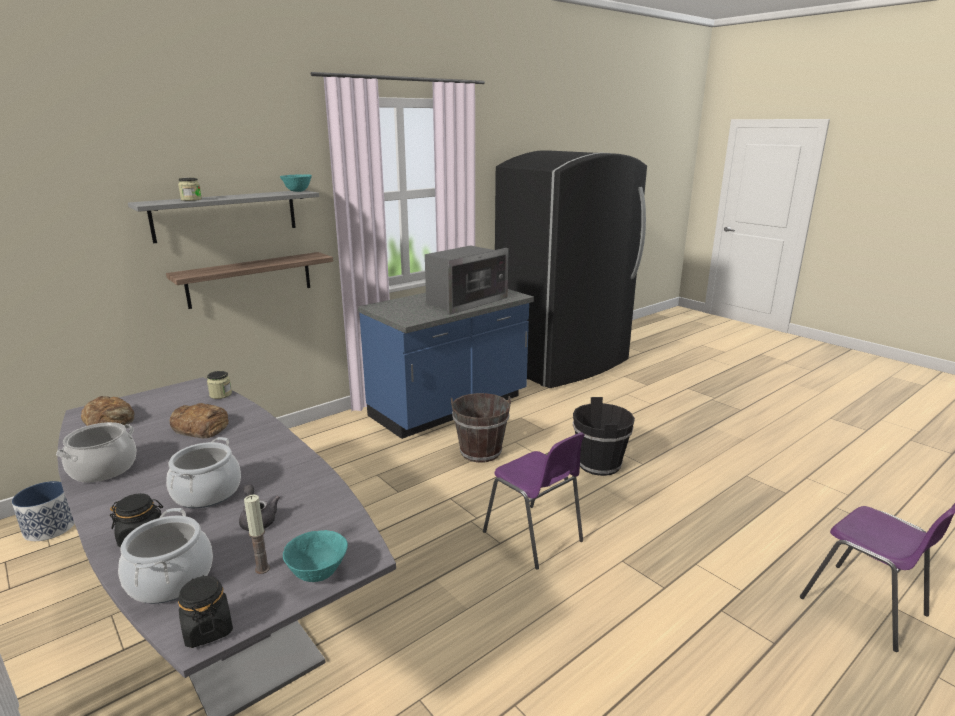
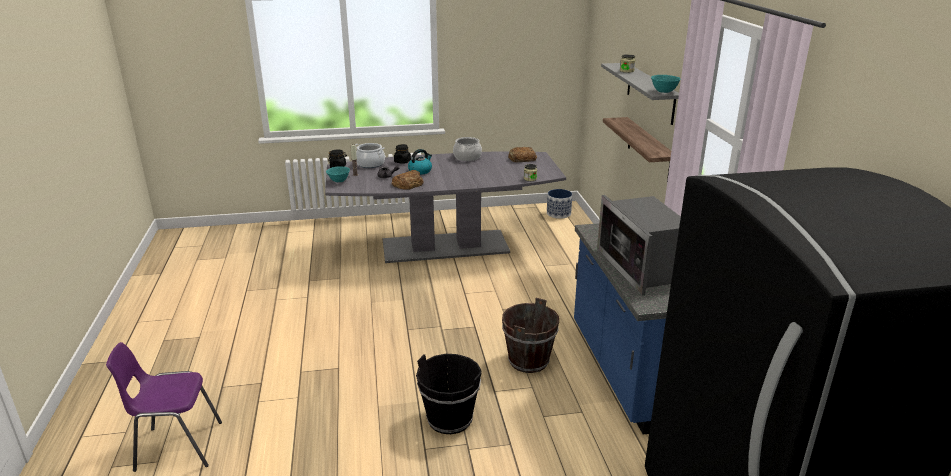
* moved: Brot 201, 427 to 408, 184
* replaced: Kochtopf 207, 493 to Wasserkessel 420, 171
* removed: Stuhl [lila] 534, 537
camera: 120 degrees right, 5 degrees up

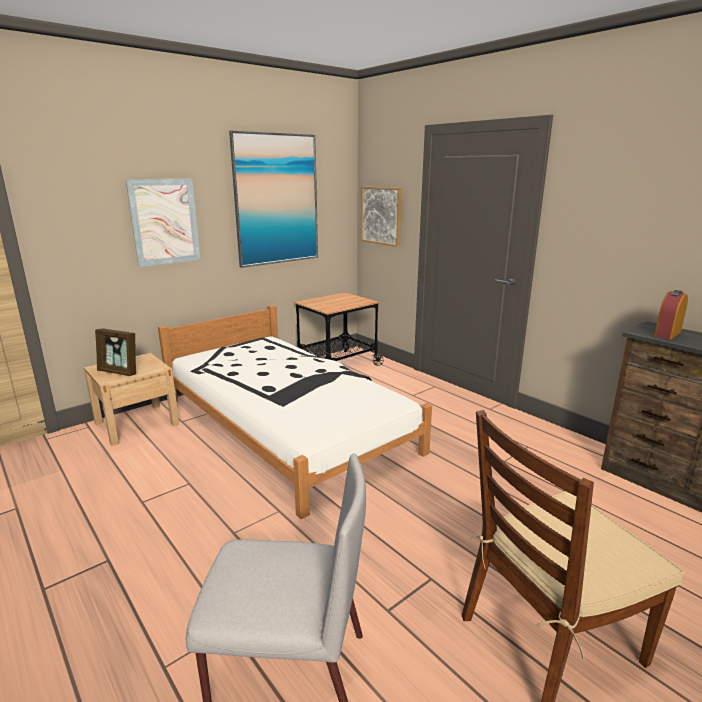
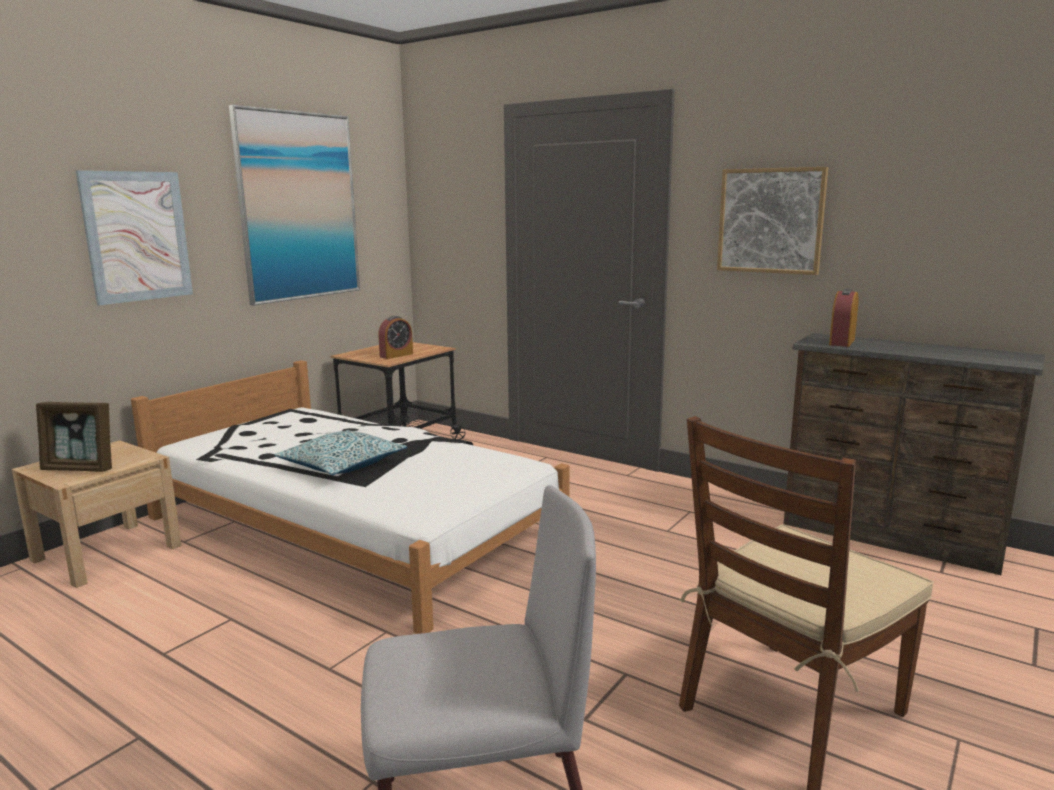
* added: Kissen 342, 465
* added: Wecker 396, 355
* moved: Bild 381, 215 to 770, 221
camera: 15 degrees left, 5 degrees down

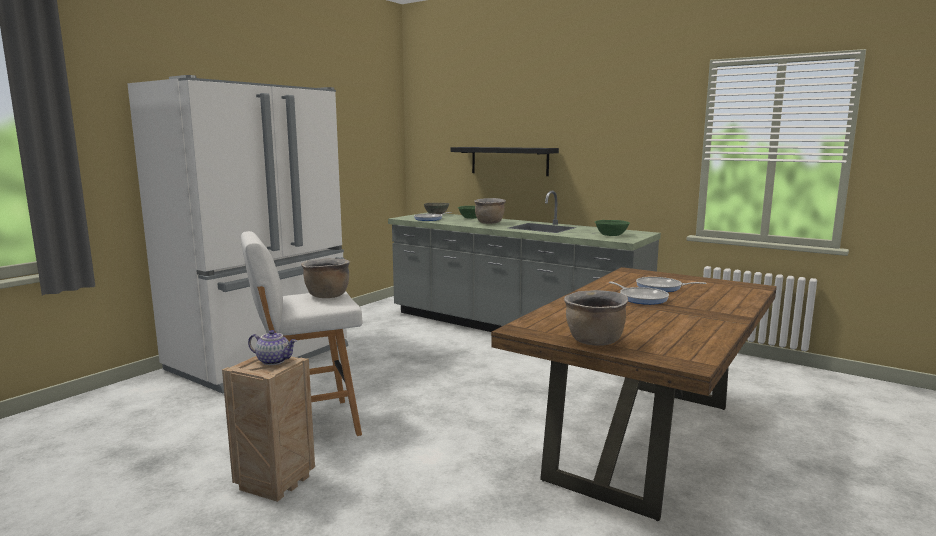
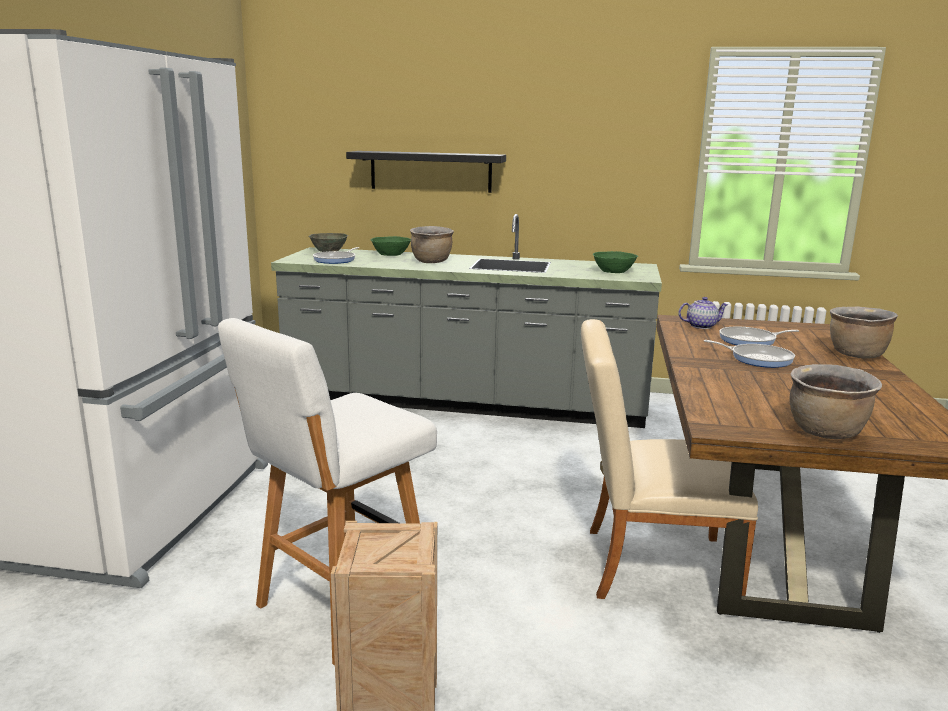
* added: Stuhl [beige] 647, 564
* moved: Teekanne 274, 361 to 701, 326
* moved: Kochtopf [braun] 327, 296 to 856, 355
camera: 25 degrees left, 5 degrees up

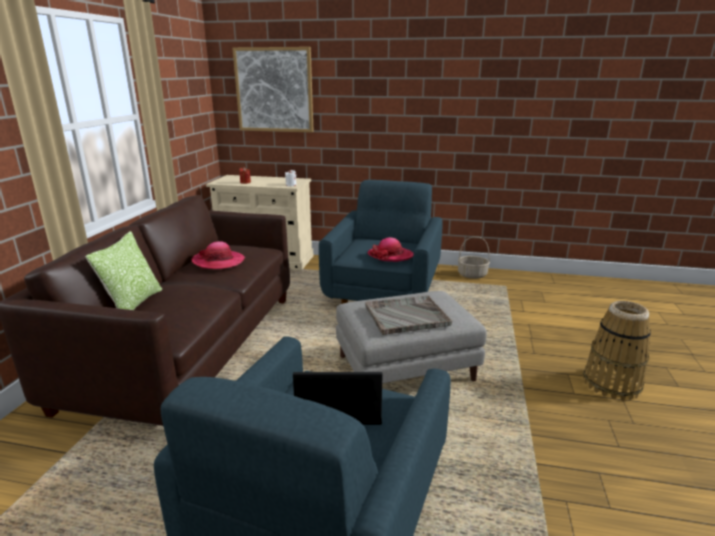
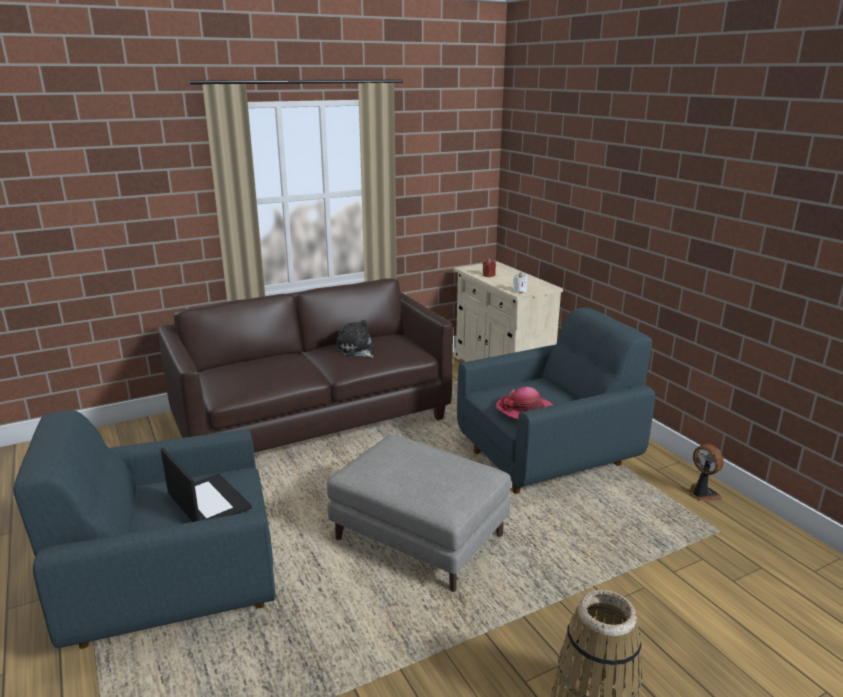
* replaced: Hut 218, 261 to Plüschtier 356, 350
* replaced: Korb 472, 275 to Ventilator 702, 494
* removed: Kissen 133, 304
* removed: Bild 274, 90
* removed: Tablett [grau] 406, 316
camera: 50 degrees right, 0 degrees up

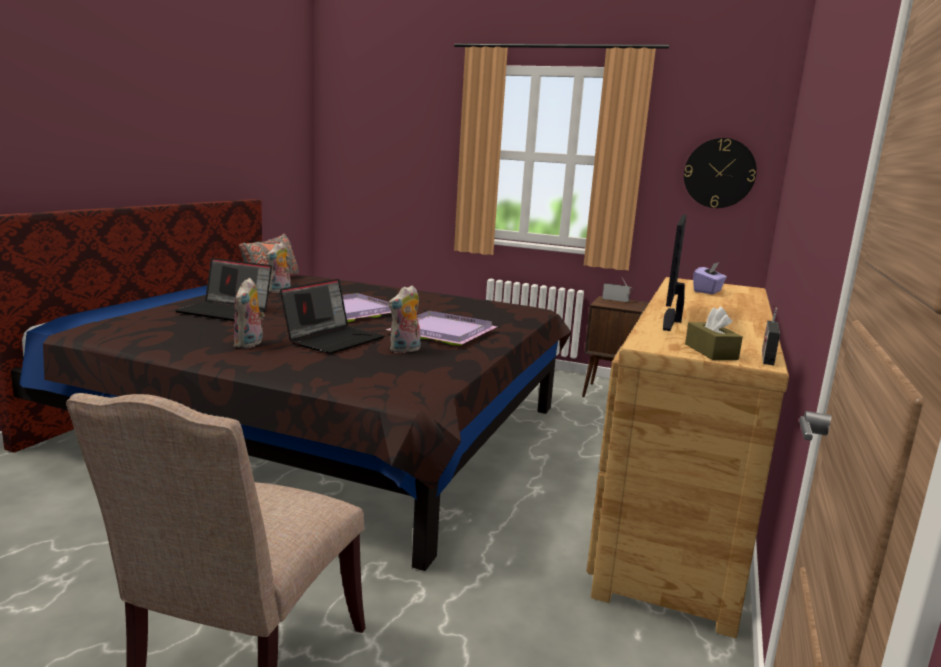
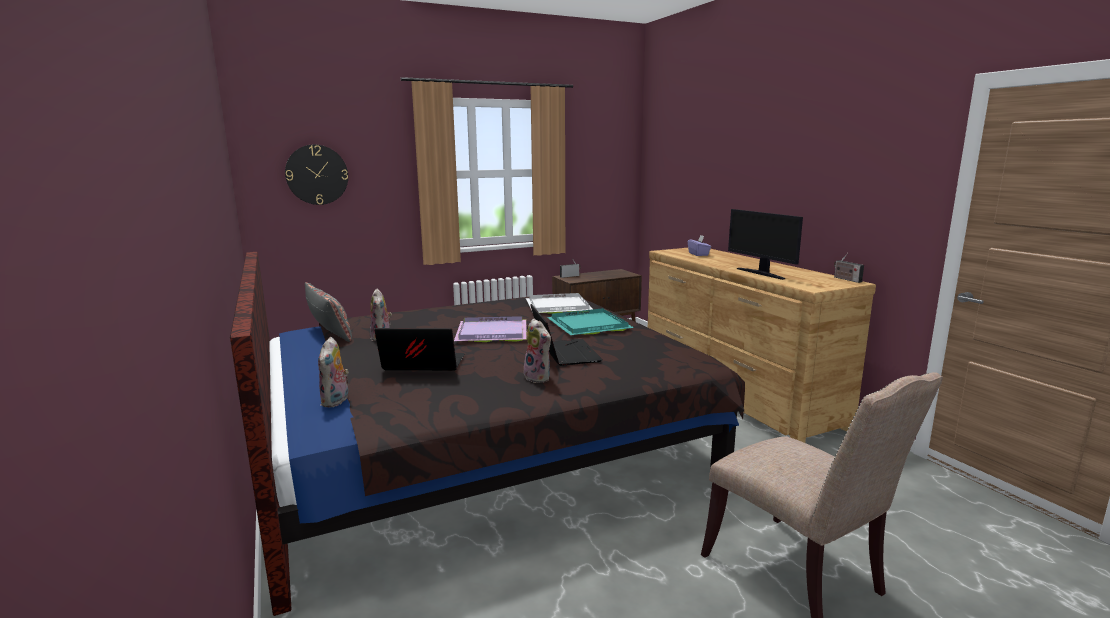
* moved: Wanduhr 719, 173 to 317, 174
* moved: Plüschtier 405, 350 to 336, 401
* turned: Laptop 226, 311 = 421, 366 150 degrees counterclockwise
* added: Tablett [weiß] 557, 306
* recoloured: Tablett [lila] 442, 331 to Tablett [türkis] 587, 325
* removed: Taschentuchbox [braun] 710, 351
camera: 45 degrees left, 0 degrees up

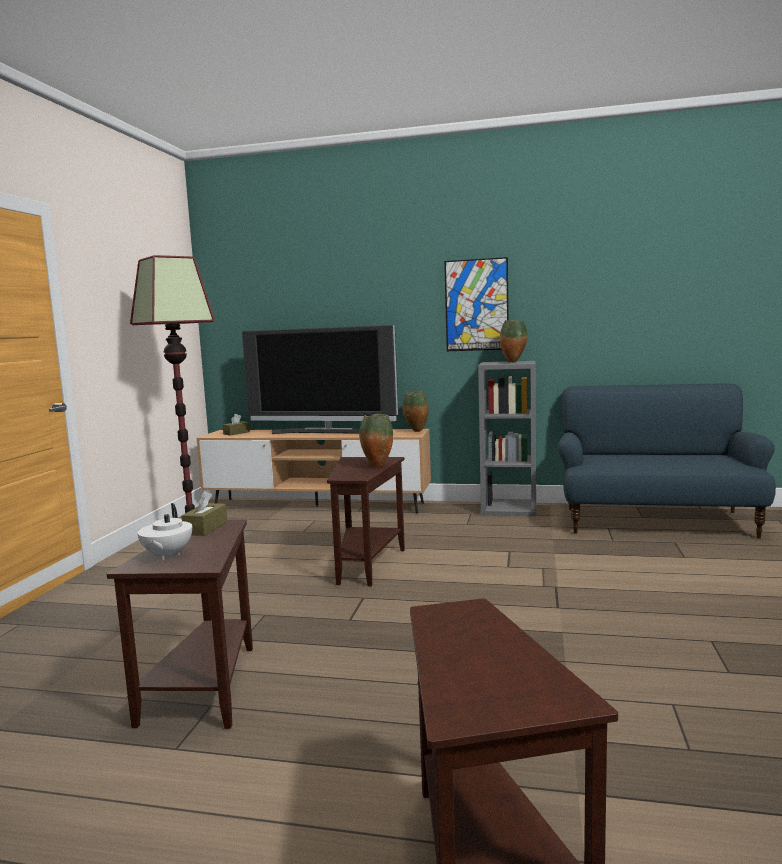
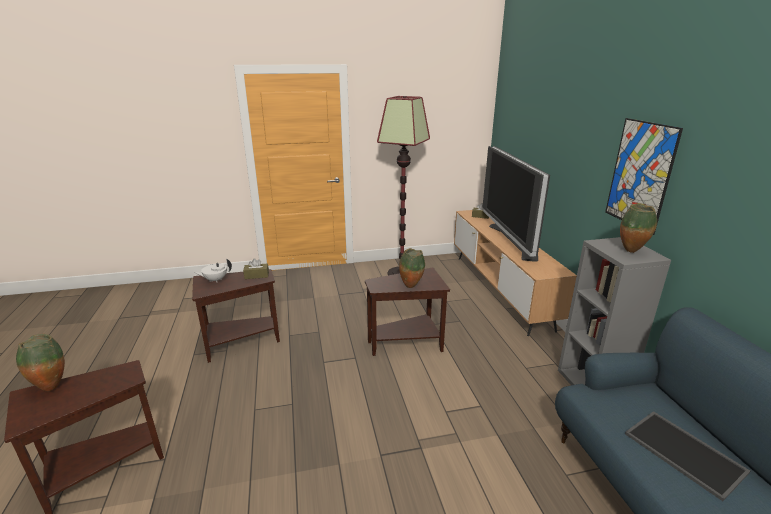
* moved: Vase 416, 431 to 51, 387
* added: Tablett 685, 452
camera: 65 degrees right, 15 degrees up

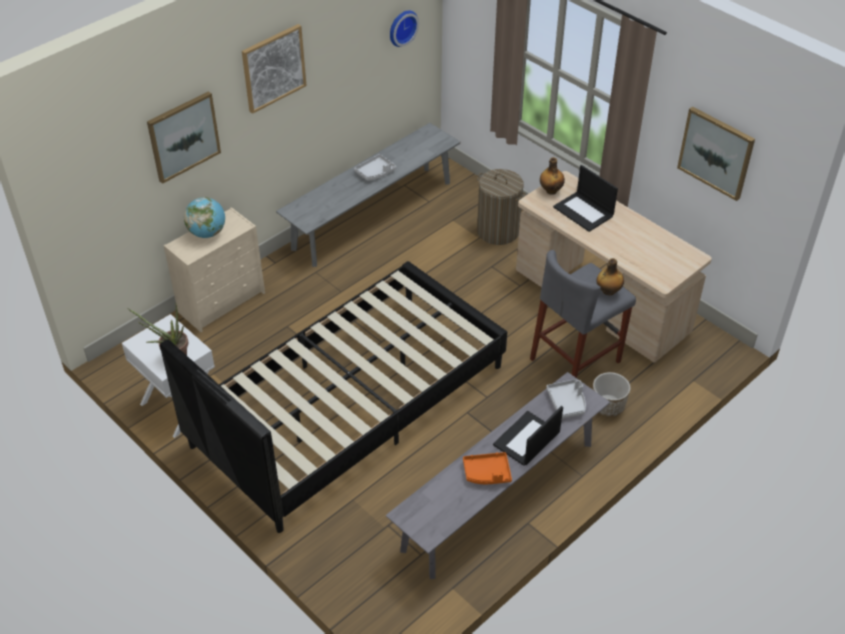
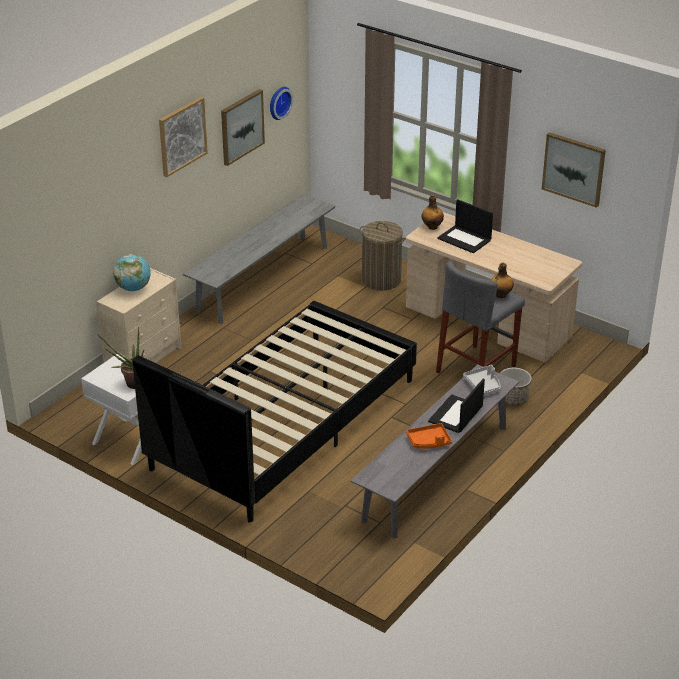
* moved: Bild 183, 136 to 241, 126
* removed: Tablett [grau] 375, 172
camera: 10 degrees left, 10 degrees down

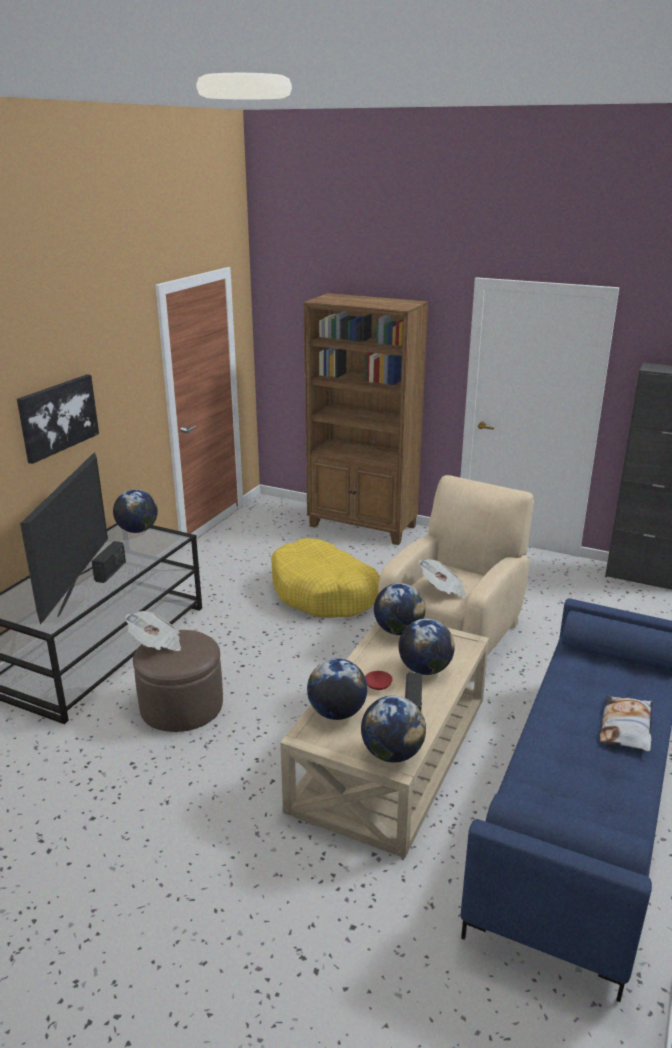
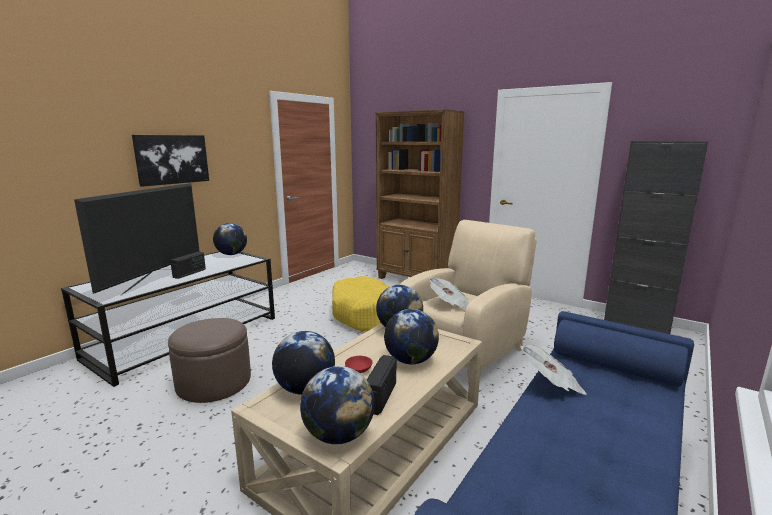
* moved: Zeitung 156, 644 to 551, 384
* removed: Kissen 626, 728
camera: 10 degrees right, 10 degrees down

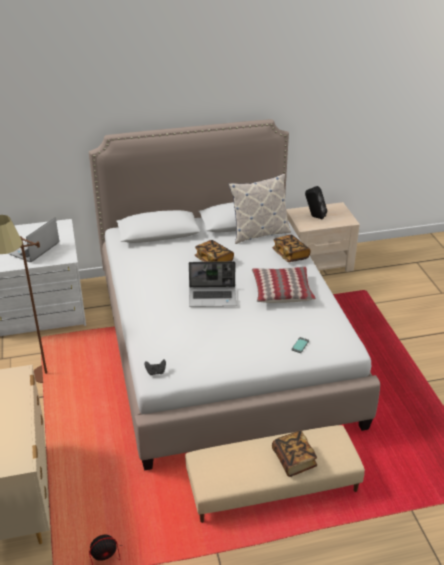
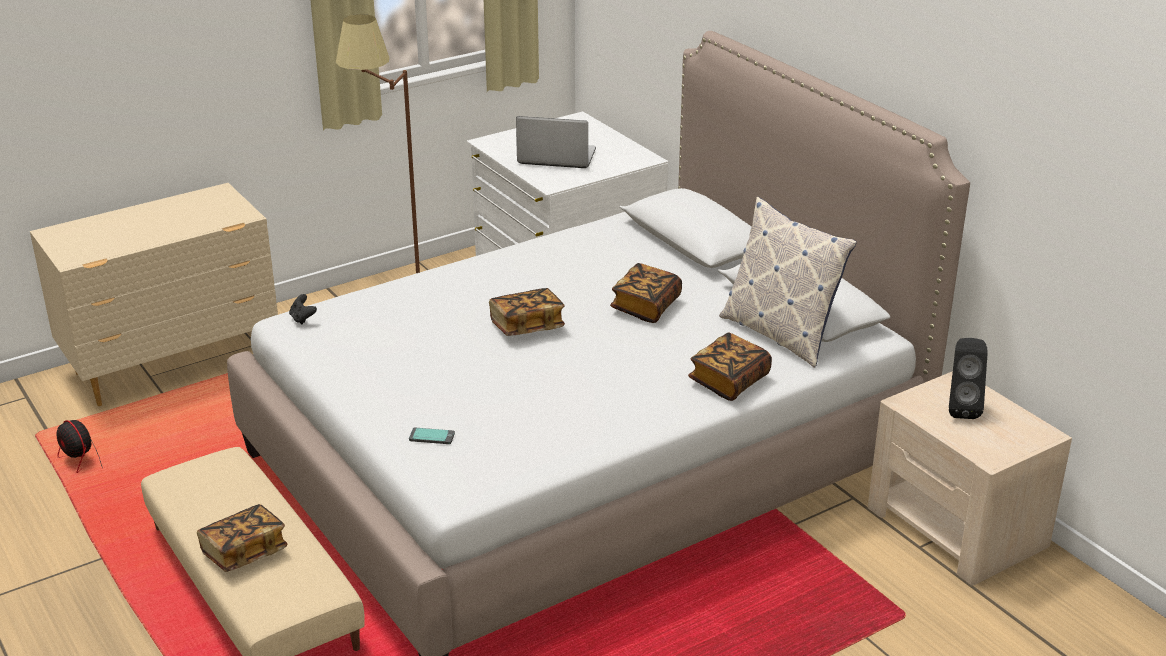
* replaced: Laptop 213, 297 to Buch 527, 326
* removed: Kissen 281, 291
camera: 70 degrees right, 5 degrees down

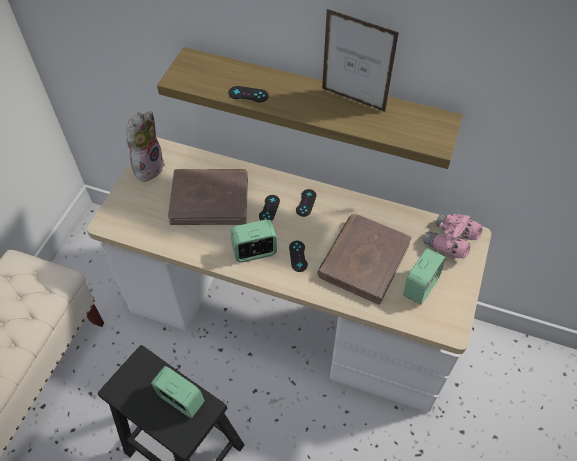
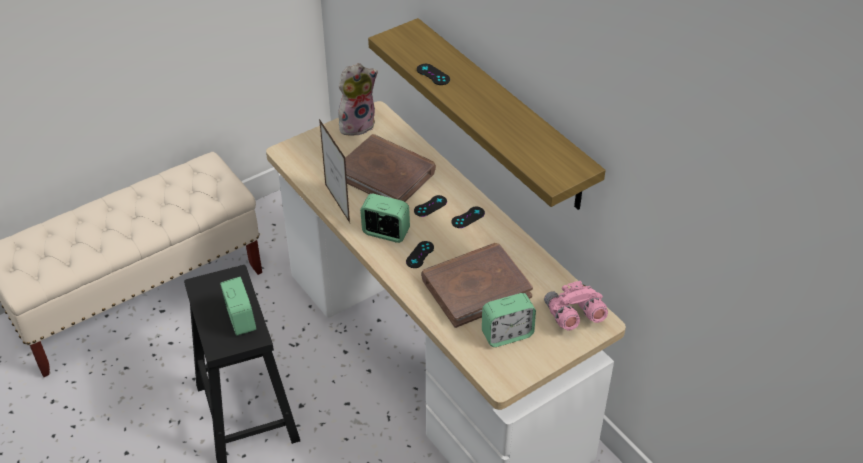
* moved: Bilderrahmen 353, 100 to 337, 203
camera: 35 degrees right, 10 degrees down

